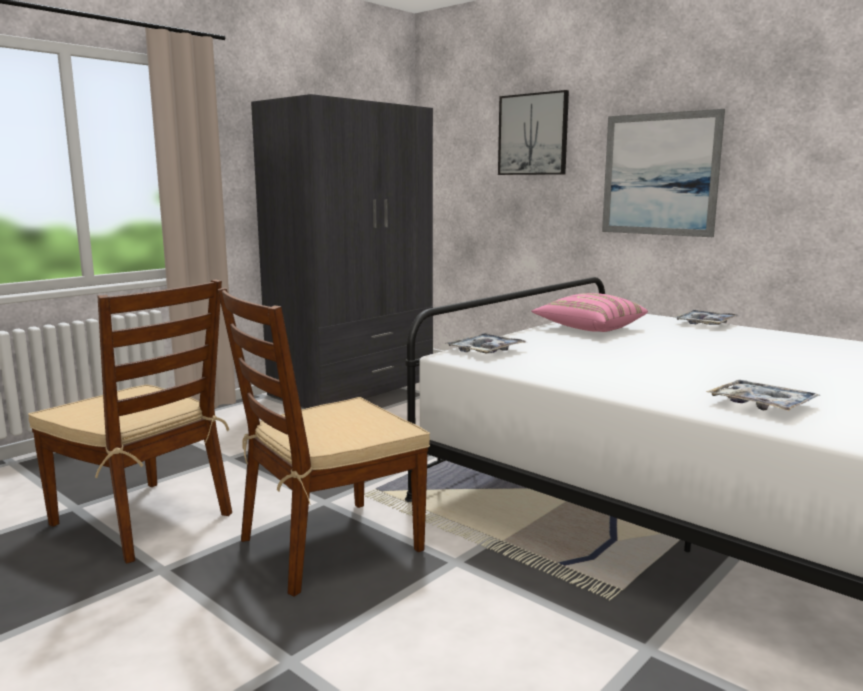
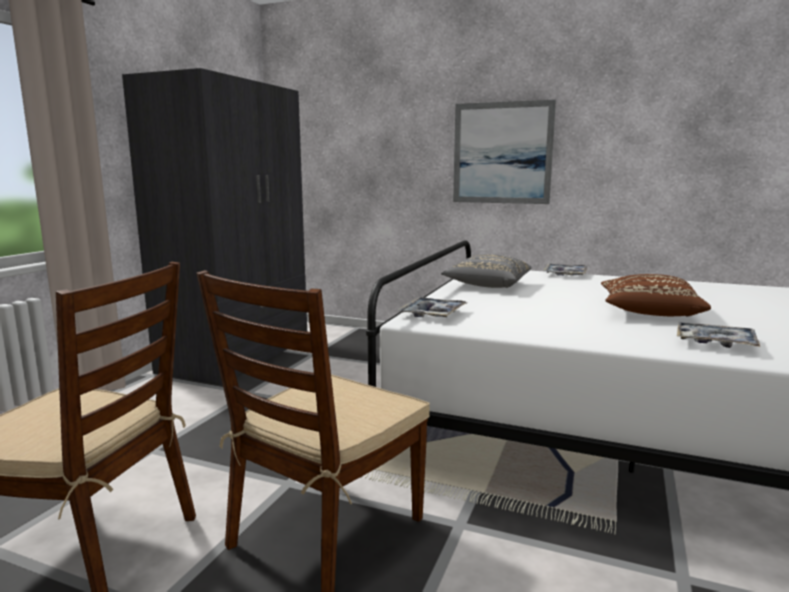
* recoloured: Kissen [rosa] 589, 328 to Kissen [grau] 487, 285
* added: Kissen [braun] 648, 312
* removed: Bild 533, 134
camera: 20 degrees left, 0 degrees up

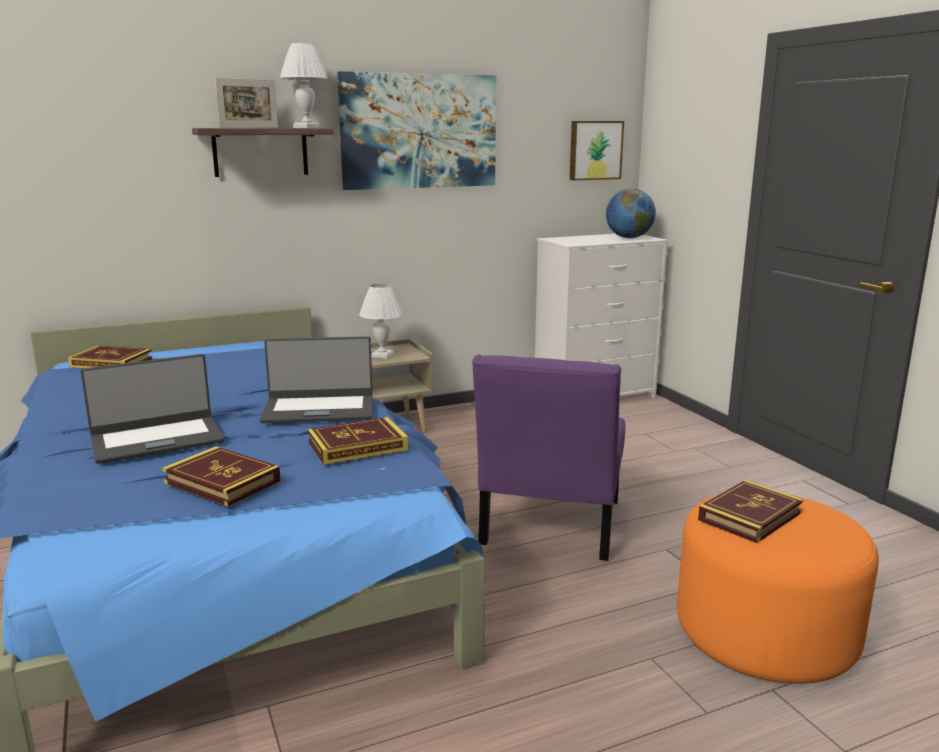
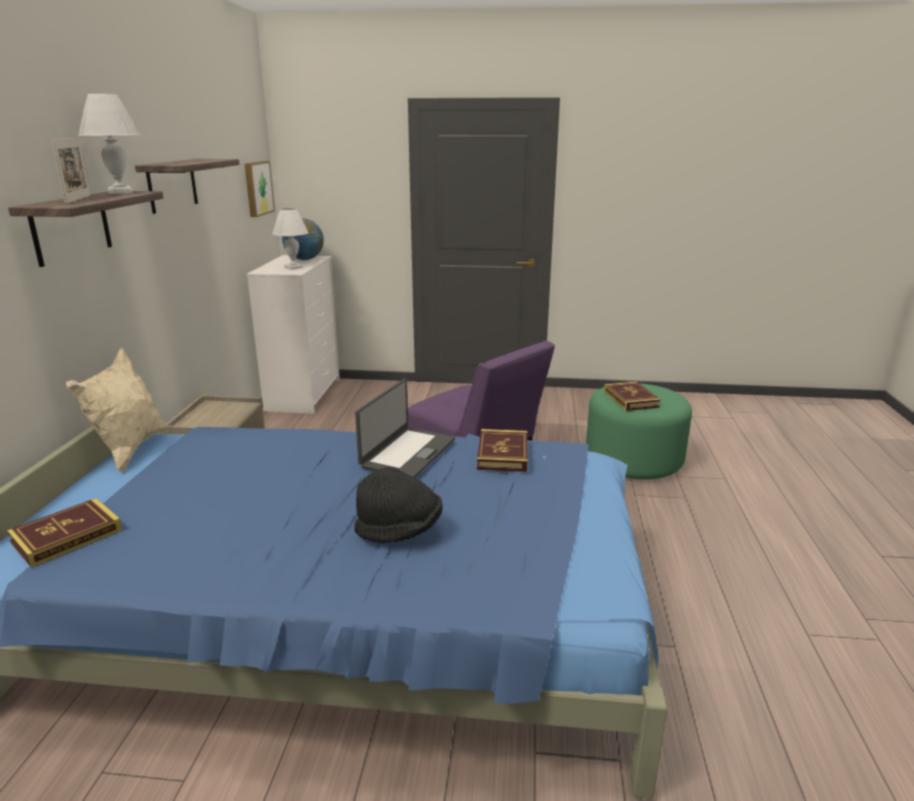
* added: Kissen [beige] 130, 450
* replaced: Bild 419, 131 to Wandregal 172, 185
* moved: Tischlampe [weiß] 383, 355 to 294, 267
* replaced: Laptop 157, 439 to Hut [schwarz] 399, 530
* recoloured: Polsterhocker [orange] 765, 634 to Polsterhocker [grün] 633, 459
* removed: Buch 222, 482
camera: 60 degrees left, 5 degrees up

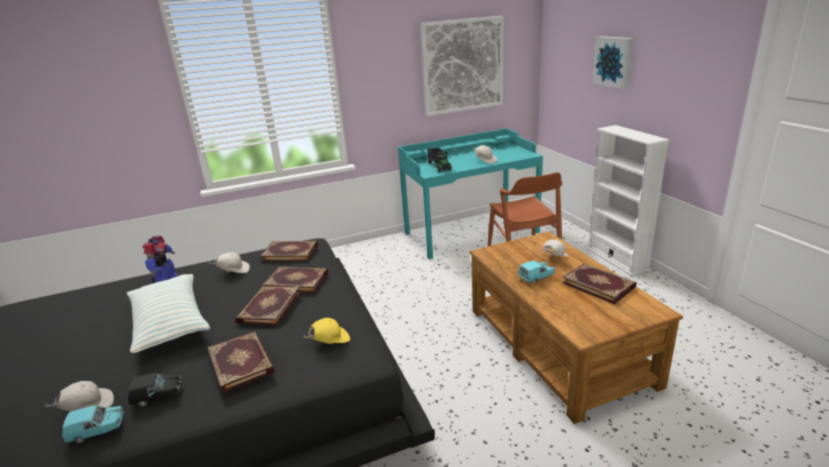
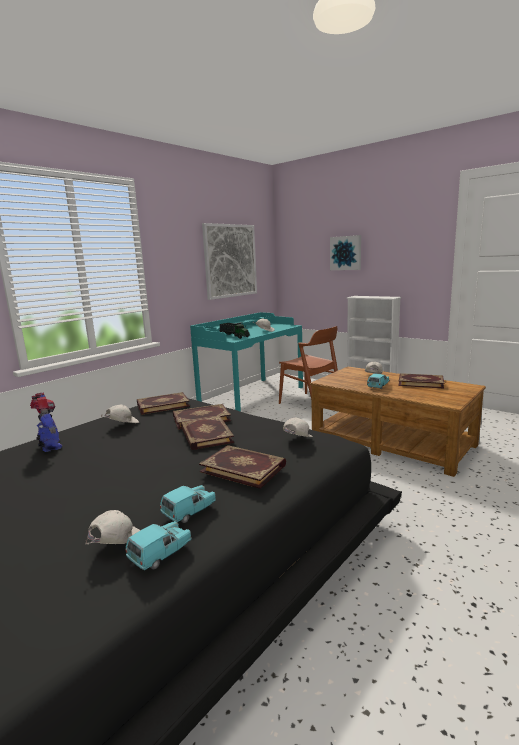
* recoloured: Spielzeugauto [schwarz] 158, 396 to Spielzeugauto [türkis] 189, 512
* recoloured: Kappe [gelb] 330, 341 to Kappe [weiß] 296, 440
* removed: Kissen 170, 324
camera: 30 degrees left, 10 degrees down

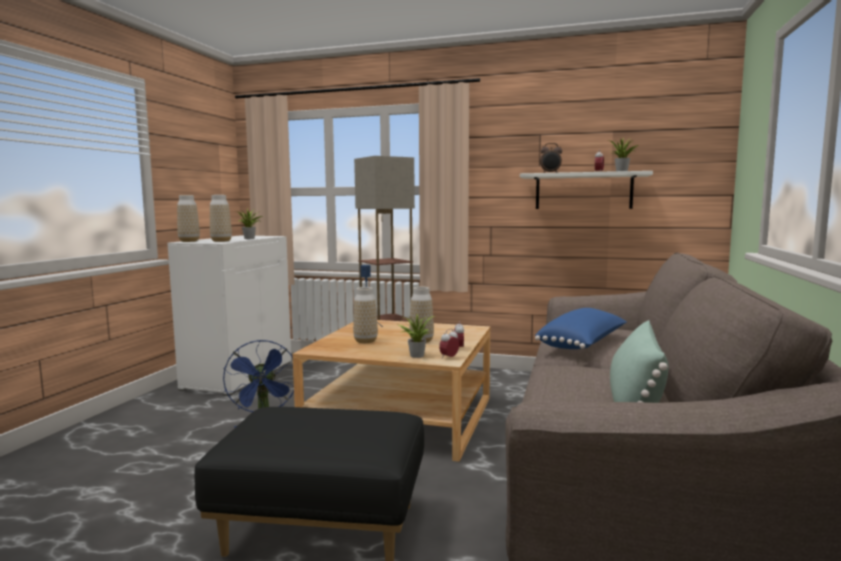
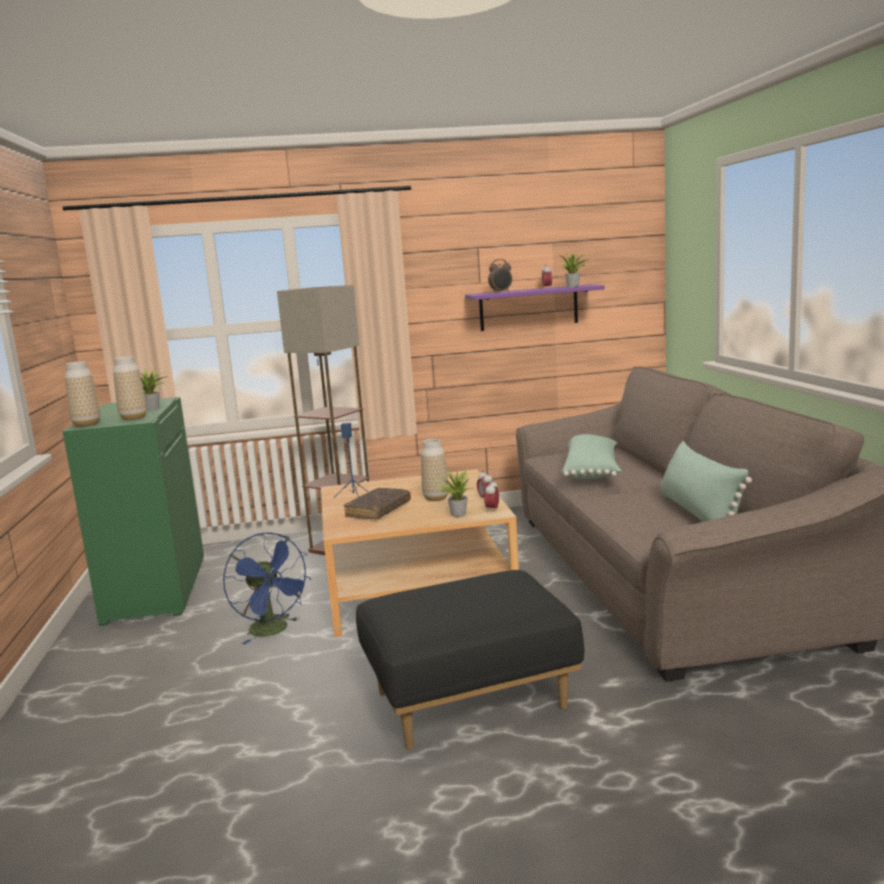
* recoloured: Schrank [weiß] 238, 375 to Schrank [grün] 155, 589
* replaced: Vase 365, 341 to Buch [braun] 378, 510
* recoloured: Wandregal [weiß] 583, 191 to Wandregal [lila] 528, 308
* recoloured: Kissen [blau] 583, 344 to Kissen [grün] 592, 472
camera: 25 degrees left, 5 degrees up

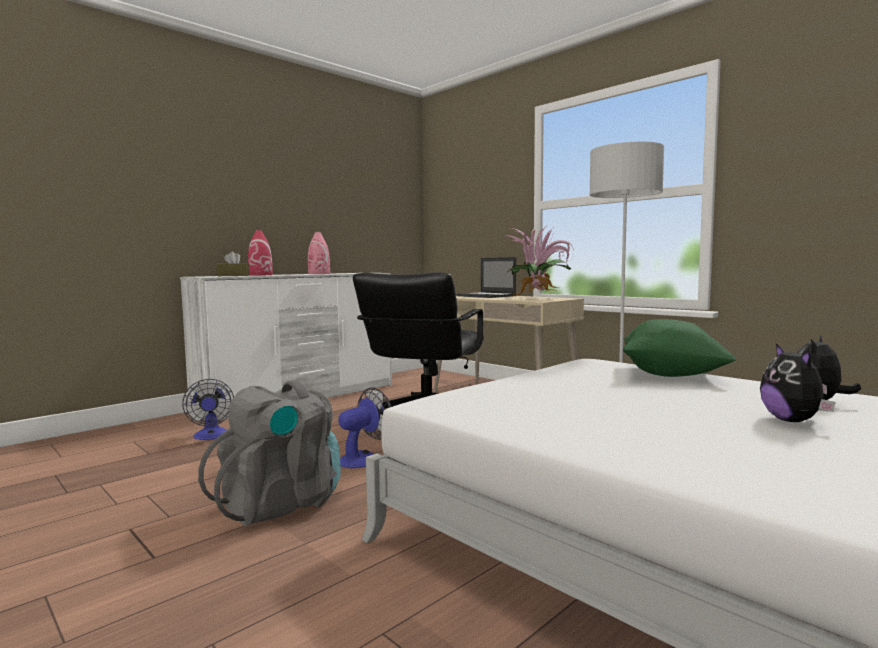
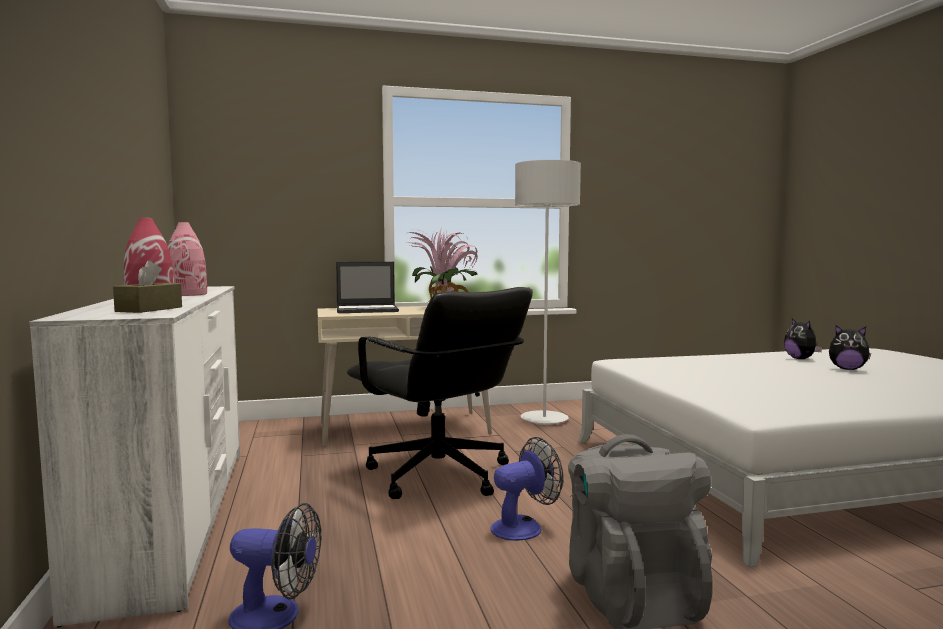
* turned: Ventilator 364, 458 = 524, 527 75 degrees clockwise
* removed: Kissen [grün] 671, 375
camera: 60 degrees left, 0 degrees up

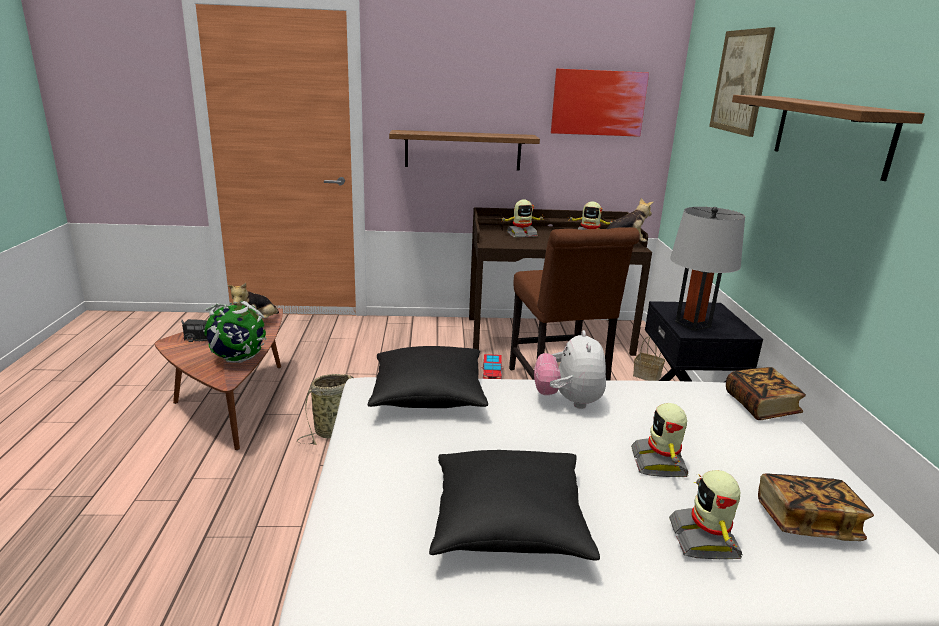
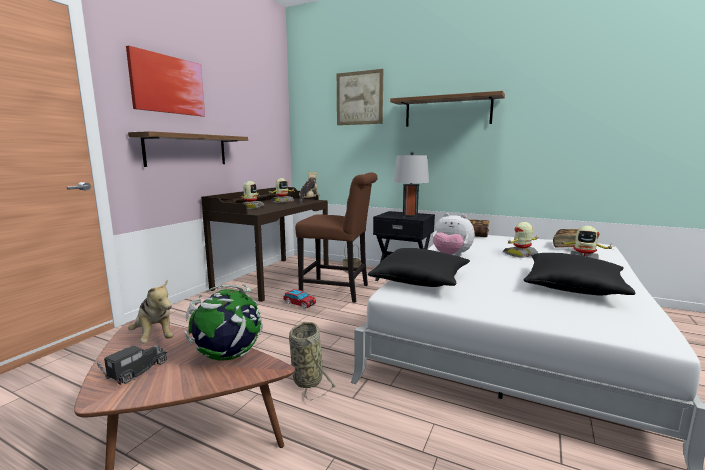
* moved: Bild 598, 103 to 168, 85
* turned: Spielzeugroboter 660, 463 = 520, 254 120 degrees clockwise
camera: 60 degrees left, 10 degrees down

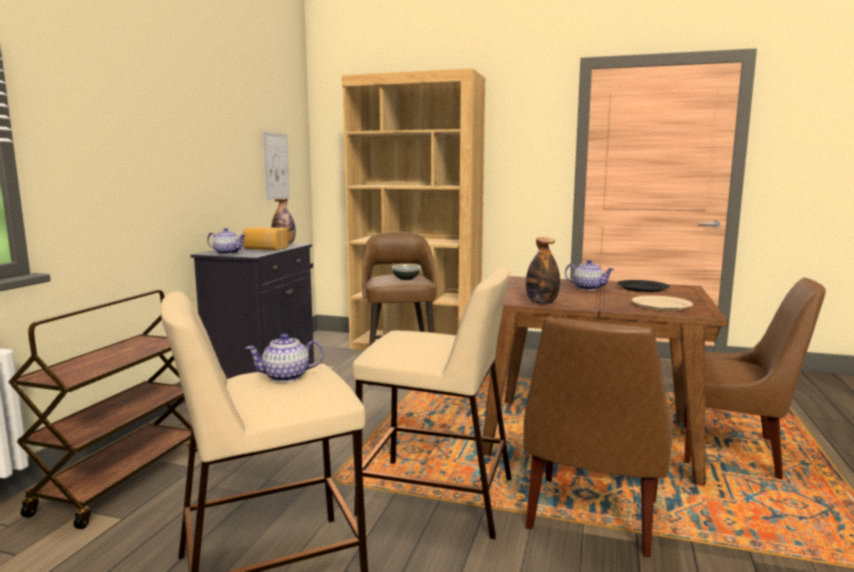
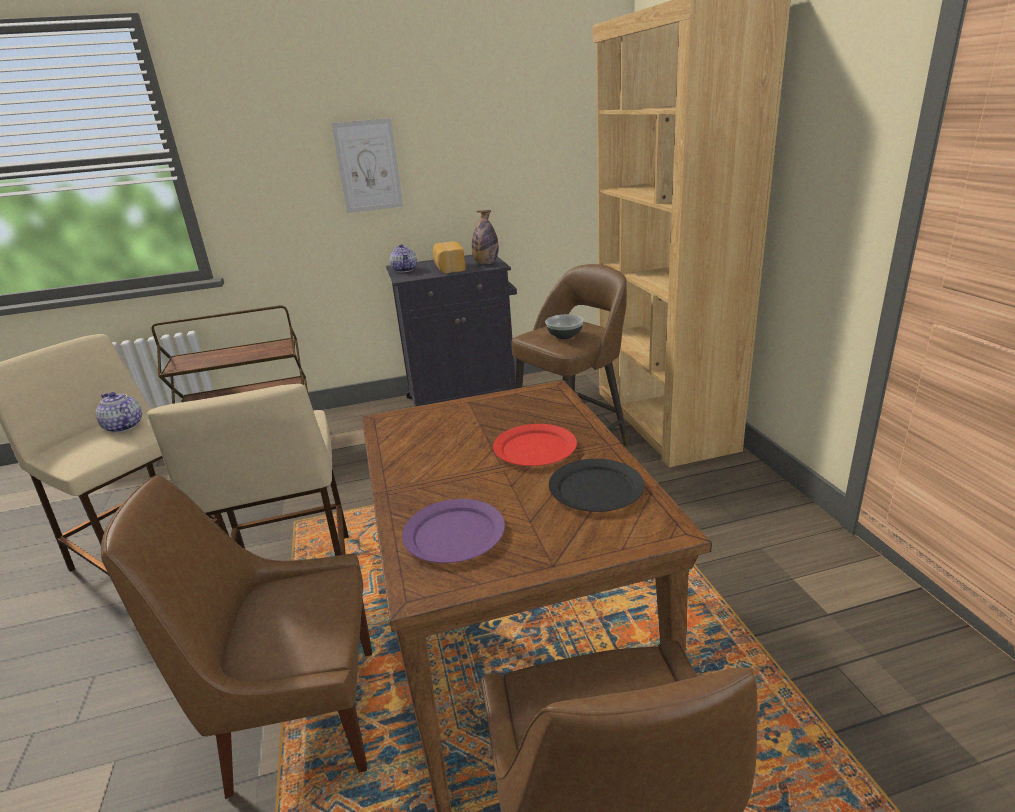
* moved: Bild 276, 166 to 368, 166
* recoloured: Teller [beige] 661, 305 to Teller [lila] 453, 535
* replaced: Teekanne 587, 288 to Teller [rot] 535, 448
* removed: Flasche 541, 302
camera: 60 degrees right, 15 degrees up

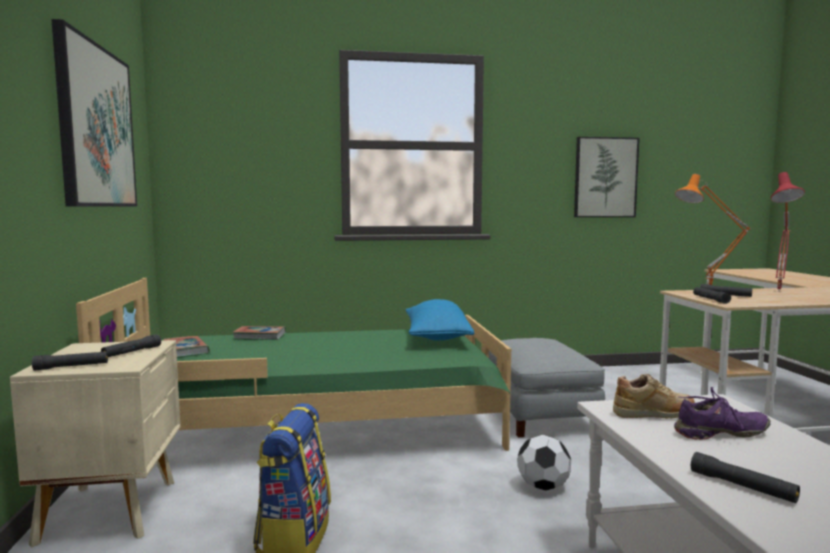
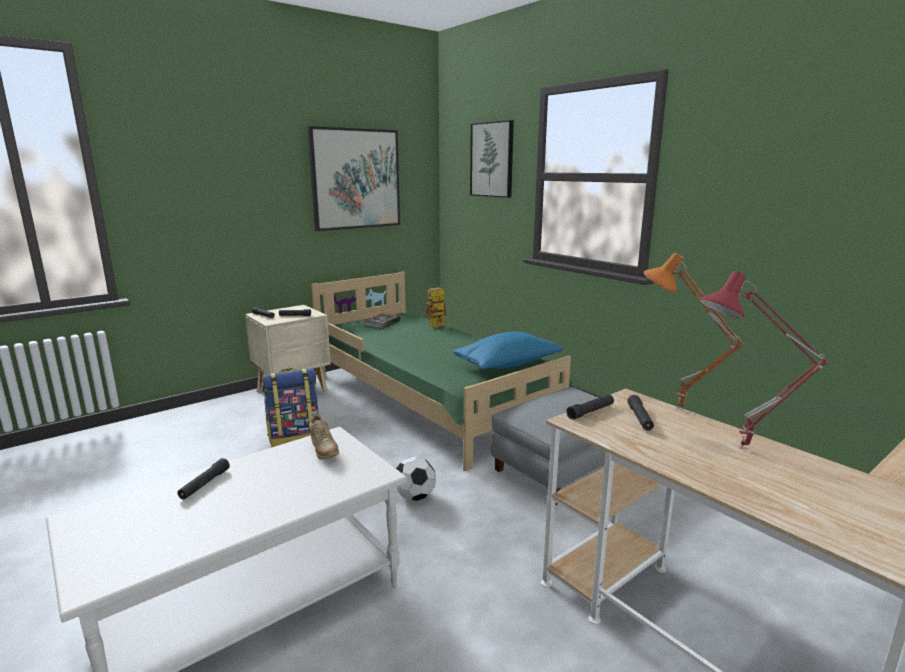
* replaced: Buch 260, 336 to Spielzeugroboter 433, 326
* moved: Bild 605, 177 to 492, 159
* removed: Schuh [lila] 721, 434
camera: 60 degrees right, 10 degrees up

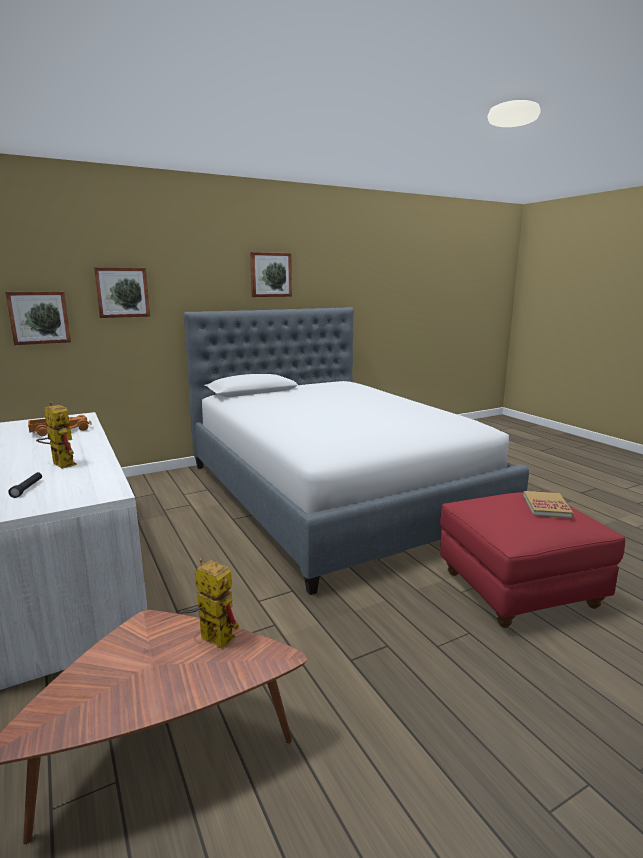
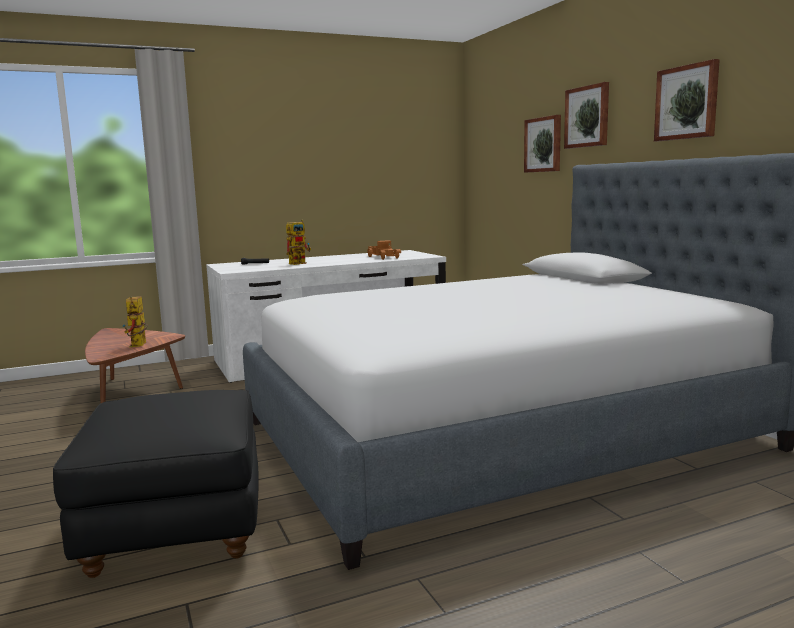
* recoloured: Polsterhocker [rot] 518, 591 to Polsterhocker [schwarz] 175, 527
* turned: Spielzeugroboter 210, 637 = 139, 345 135 degrees clockwise
* moved: Bild 39, 317 to 587, 116
* removed: Buch 546, 507
camera: 95 degrees right, 5 degrees down

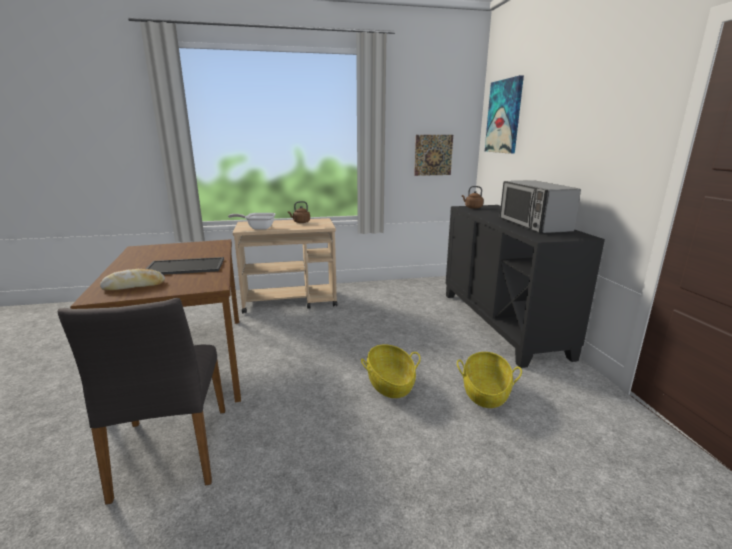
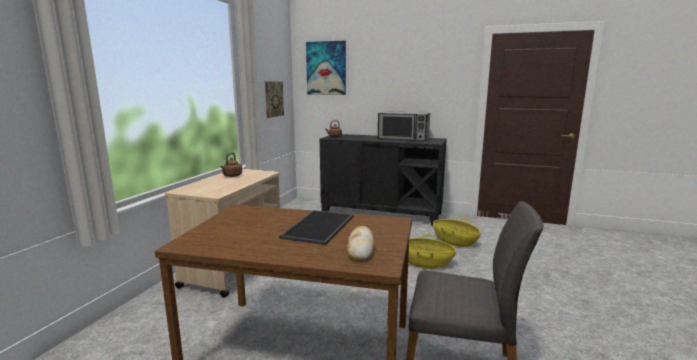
* removed: Pfanne 258, 228
camera: 60 degrees left, 5 degrees down

